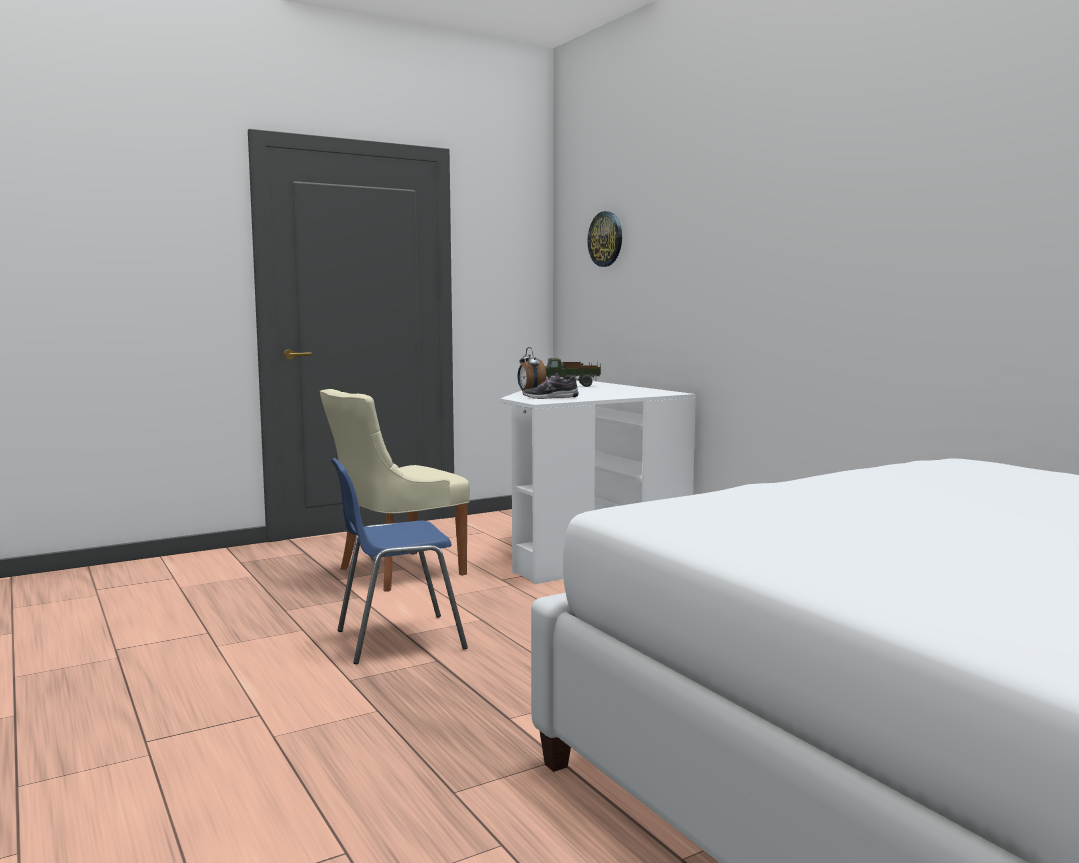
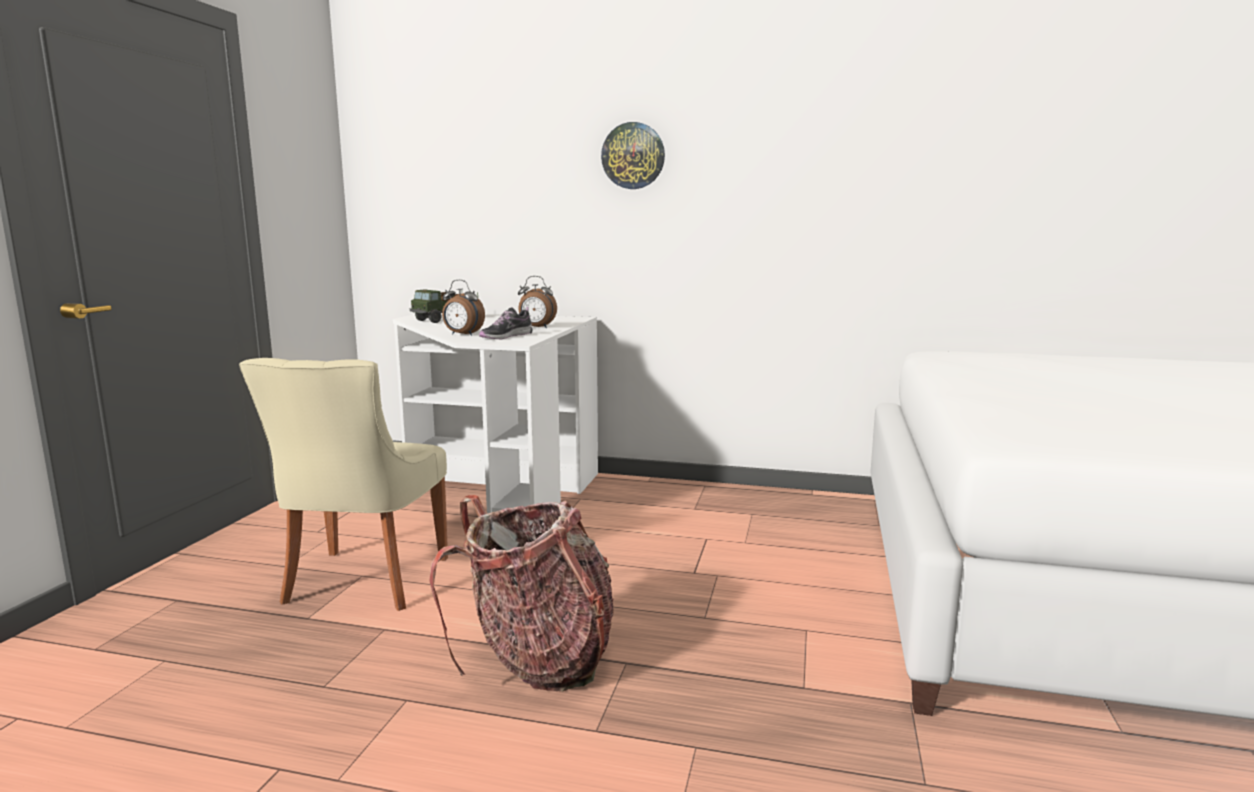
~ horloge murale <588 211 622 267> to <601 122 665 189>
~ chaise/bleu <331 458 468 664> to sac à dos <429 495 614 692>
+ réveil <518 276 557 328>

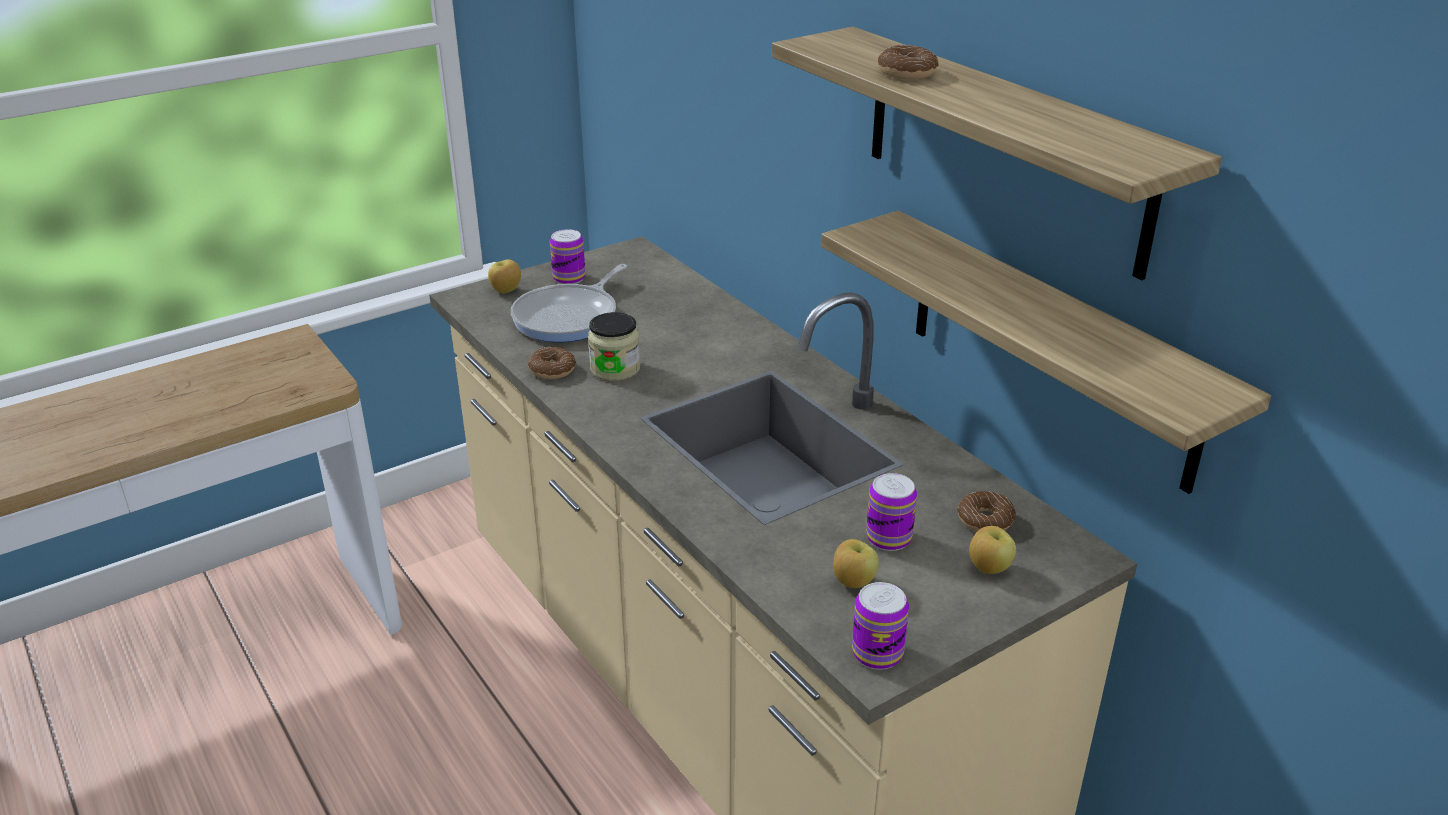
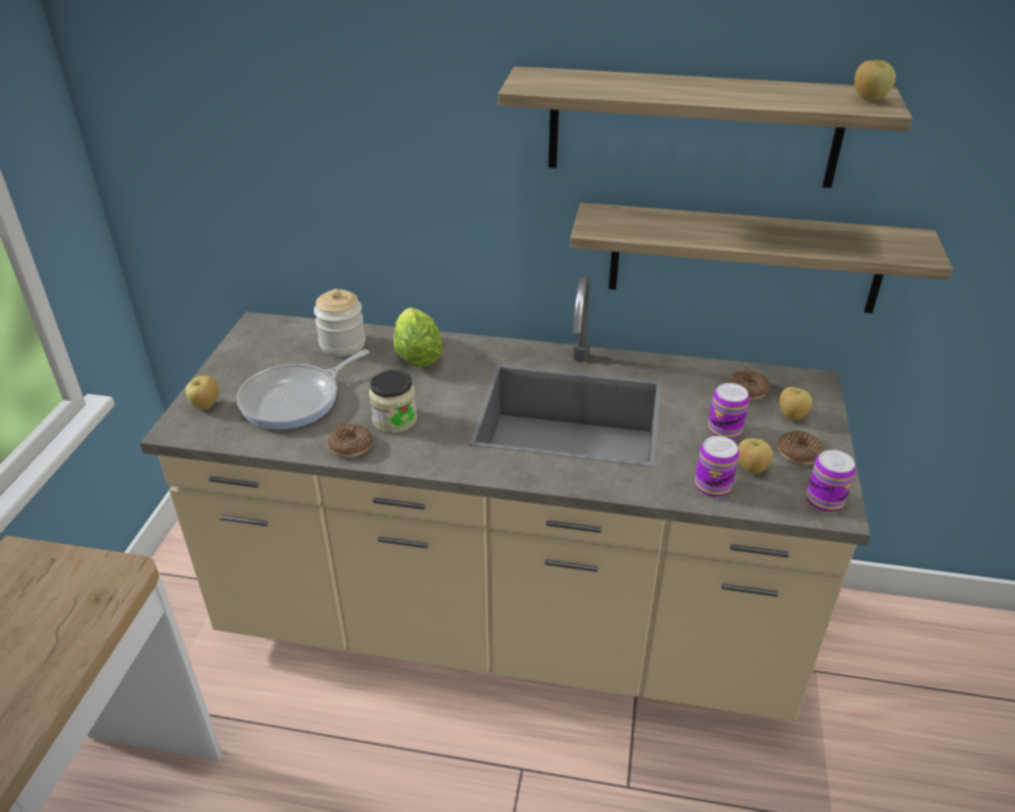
~ beignet <878 45 939 80> to <778 431 824 465>
~ boîte métallique <550 229 585 284> to <695 436 739 498>
~ poêle <511 264 627 342> = <237 349 369 429> 60 degrees clockwise
+ pomme <854 60 896 101>
+ bocal <314 289 366 356>
+ laitue <394 308 443 367>

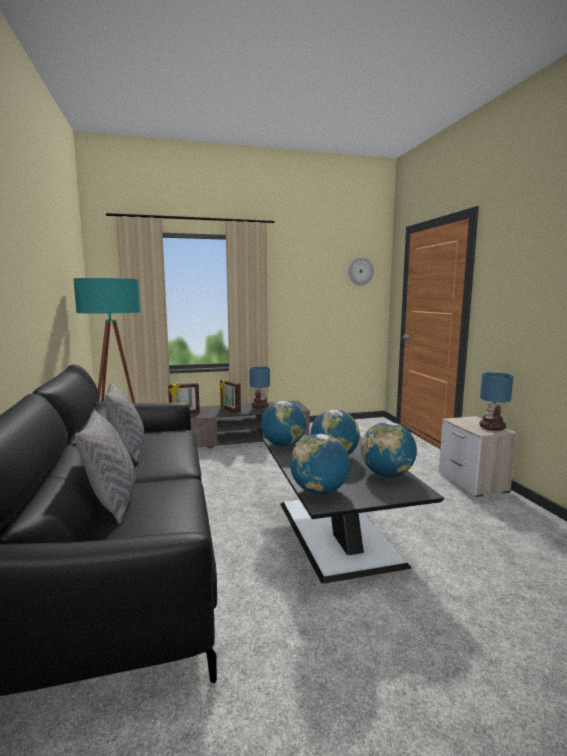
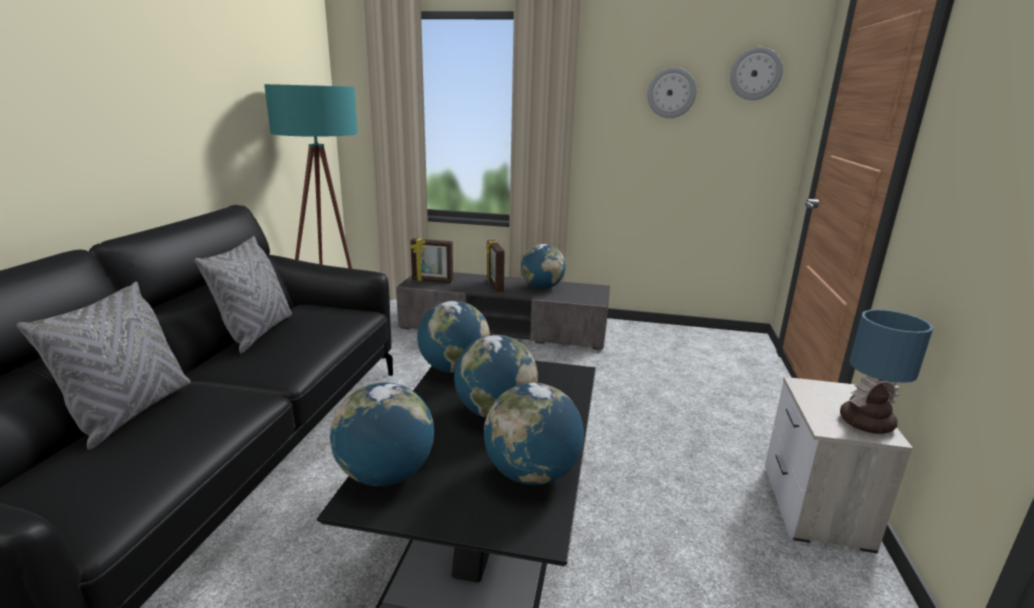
~ lampe de table <250 367 270 408> to globe <521 244 566 289>
+ horloge murale <647 67 697 118>

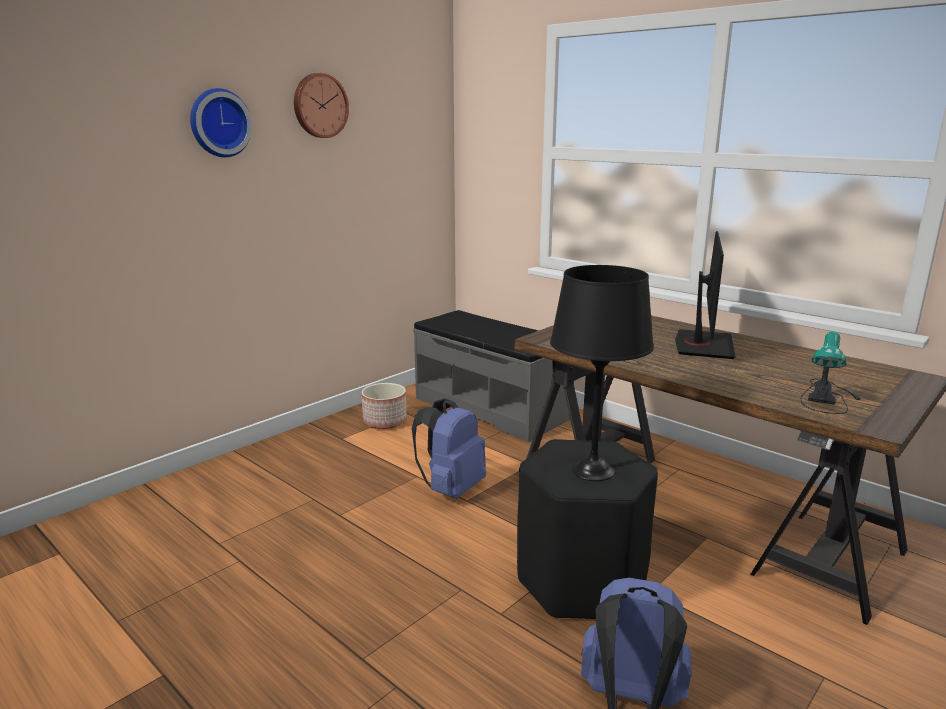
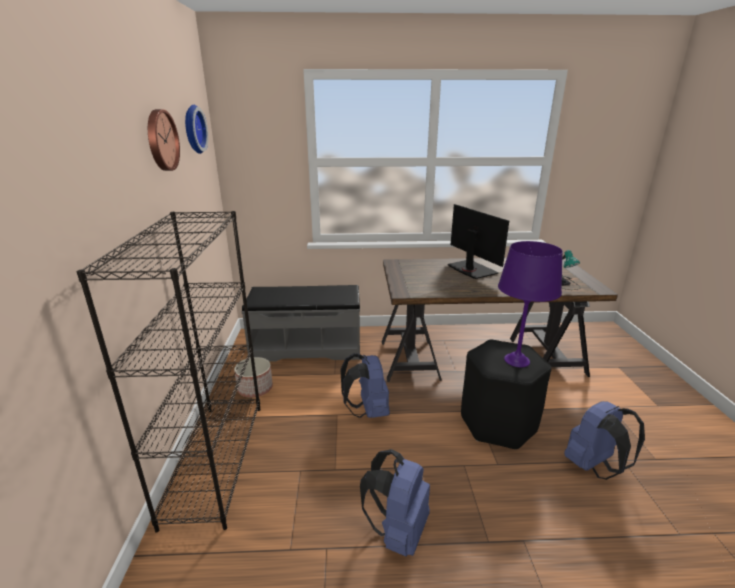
~ horloge murale <190 88 252 157> to <185 105 208 154>
~ lampe de table/noir <550 265 654 481> to lampe de table/violet <498 241 563 367>
+ bibliothèque/noir <76 211 261 533>
+ sac à dos/bleu <360 449 430 557>

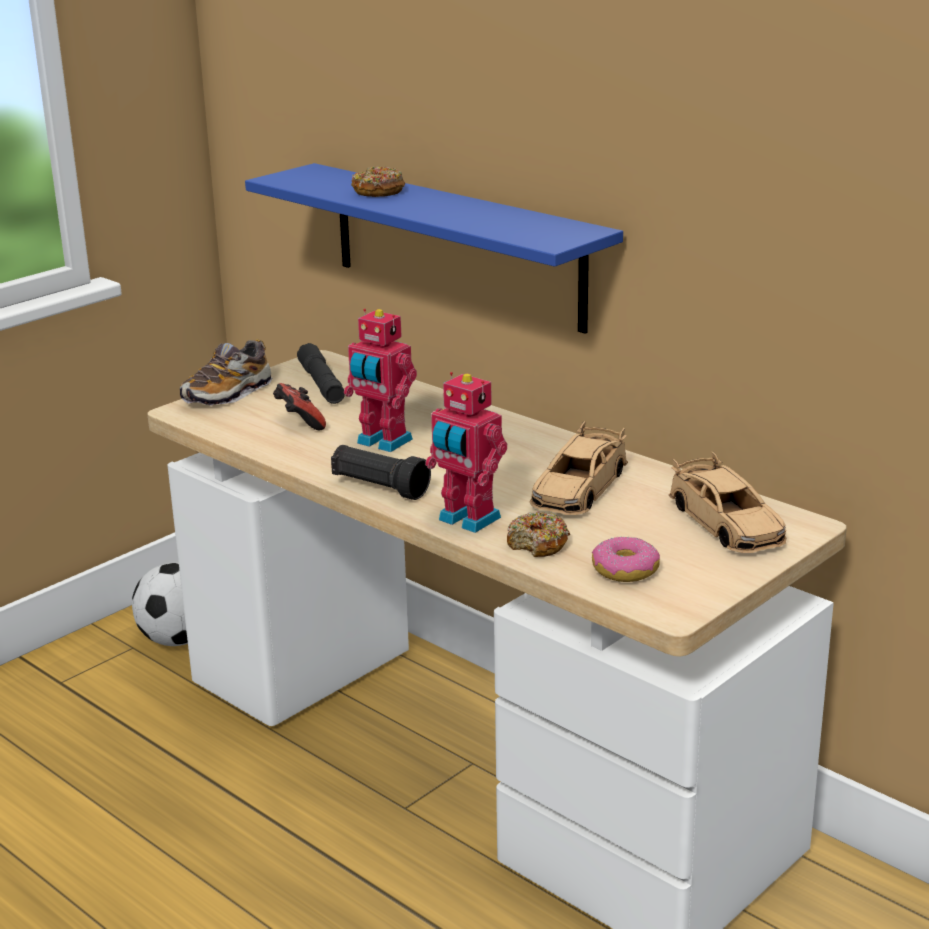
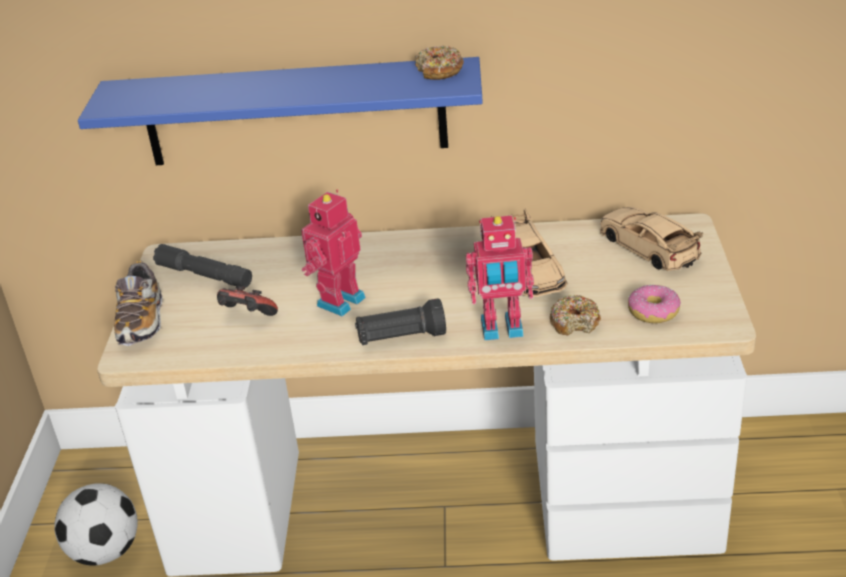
~ beignet <351 166 405 197> to <415 45 464 80>
~ robot jouet <344 309 417 452> = <301 189 366 316> 135 degrees clockwise
~ petite voiture/beige <669 452 787 553> = <600 207 703 271> 150 degrees counterclockwise

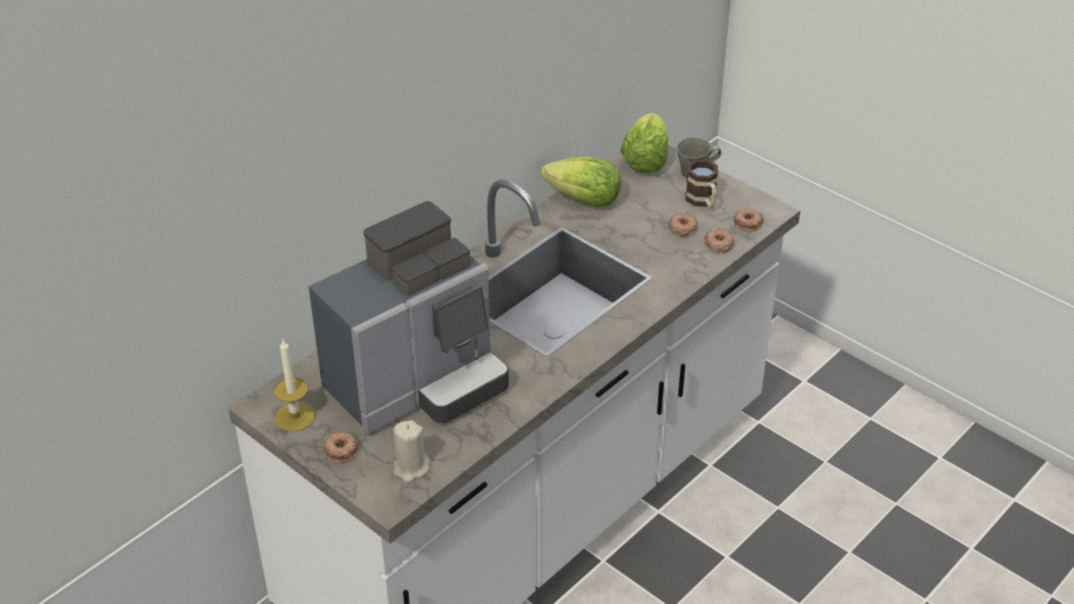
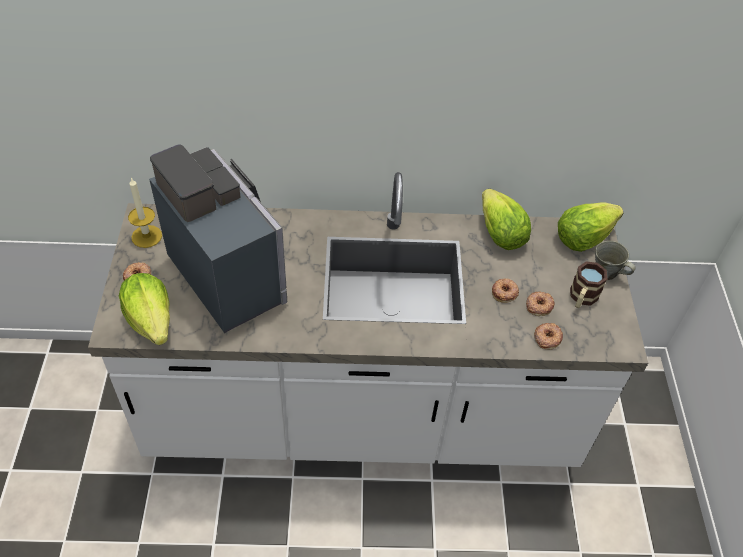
~ machine à café <309 201 509 434> = <149 144 287 333> 135 degrees counterclockwise
~ beignet <734 209 763 232> to <492 278 519 303>
~ bougie/beige <393 420 430 483> to laitue <119 273 170 345>

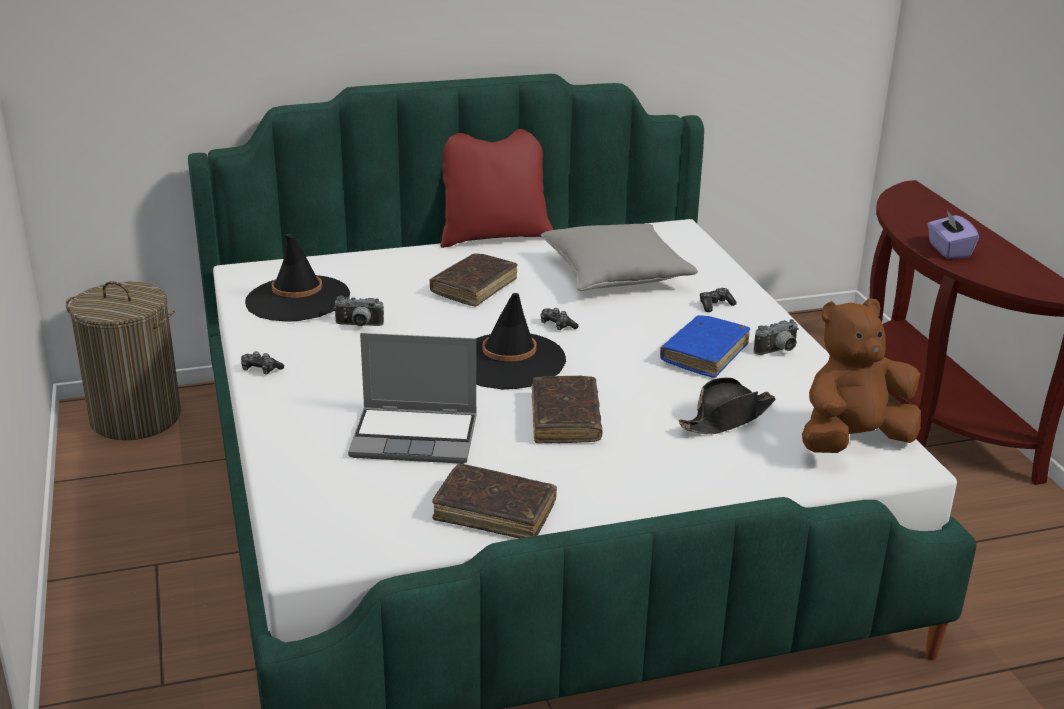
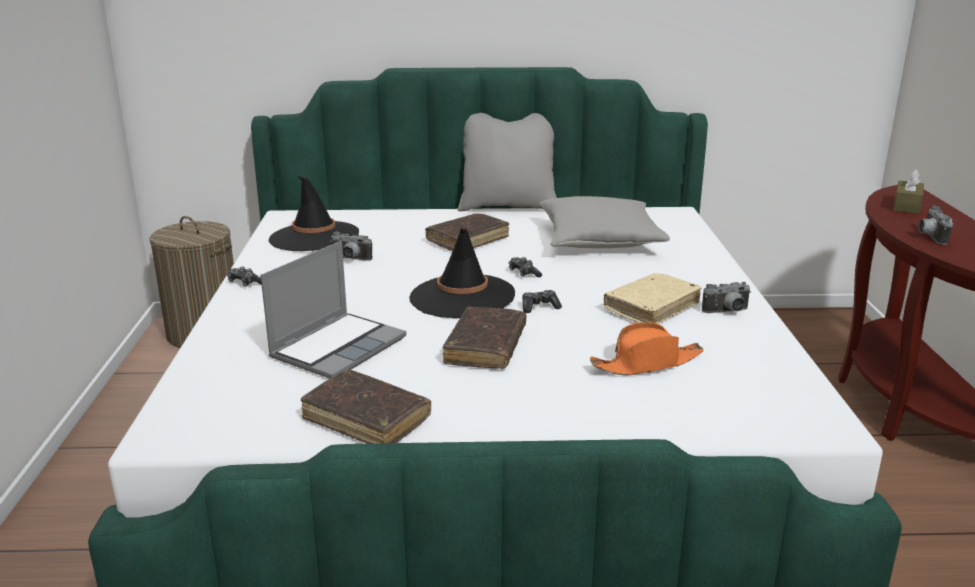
~ coussin/rouge <440 129 553 248> to coussin/gris <458 113 557 211>
~ boîte à mouchoirs/violet <927 210 979 259> to appareil photo <919 206 953 245>
~ manette <700 288 737 312> to <523 290 562 313>
- peluche/marron <802 298 921 453>
~ livre/bleu <660 315 750 378> to livre/beige <604 273 701 324>
~ ordinateur portable <348 333 477 464> = <261 241 406 379> 75 degrees counterclockwise
~ chapeau/noir <678 377 776 434> to chapeau/orange <590 322 704 375>
+ boîte à mouchoirs/marron <893 169 924 214>

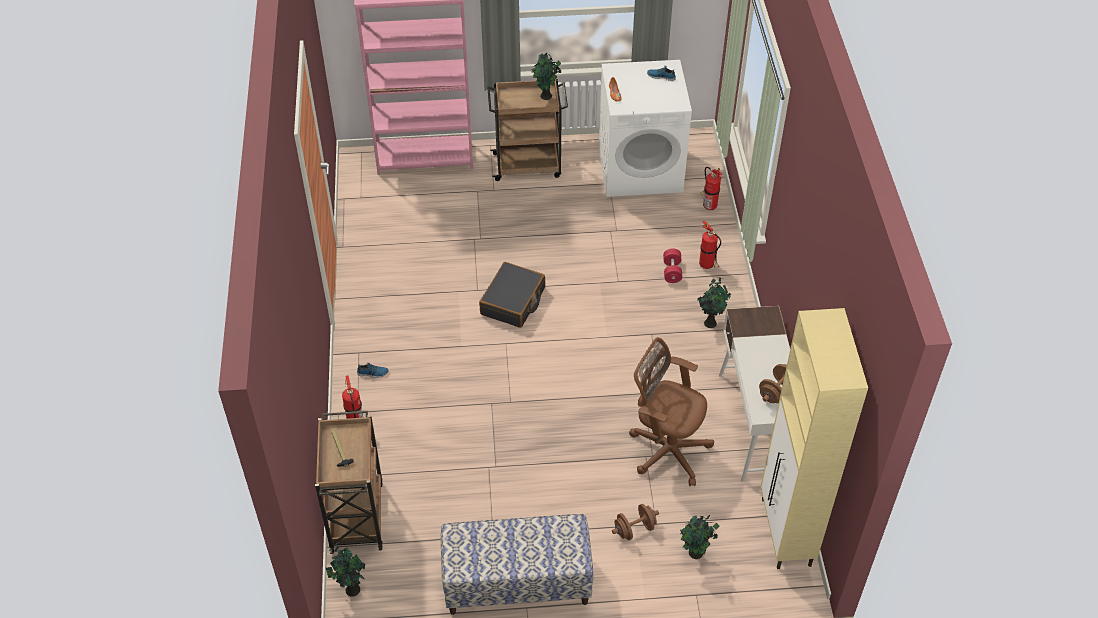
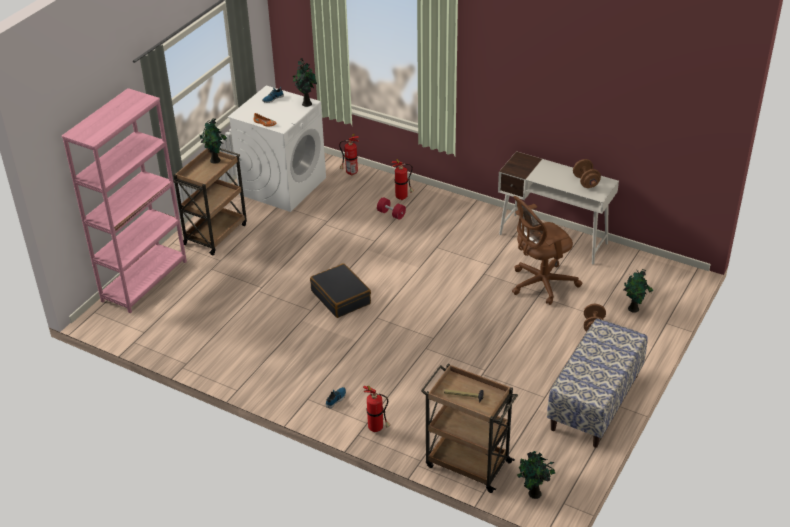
~ plante en pot <697 278 731 328> to <292 59 317 107>
- meuble de rangement/beige <761 308 868 569>

